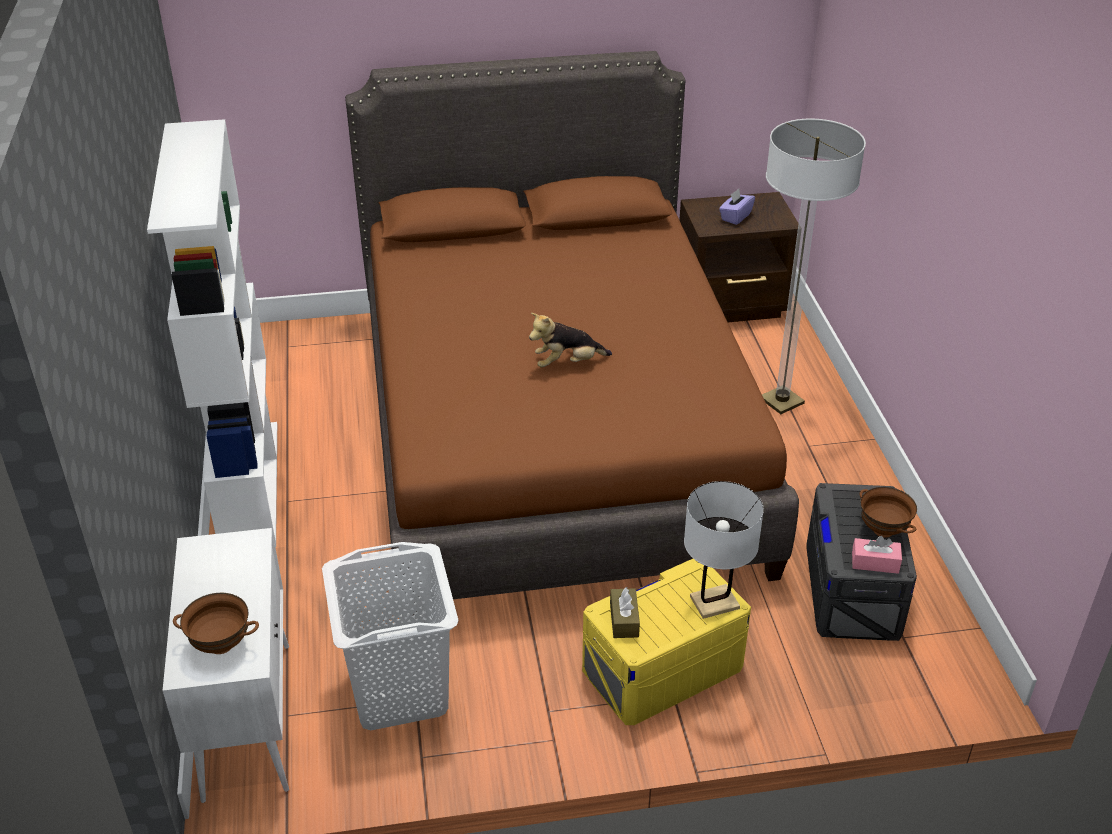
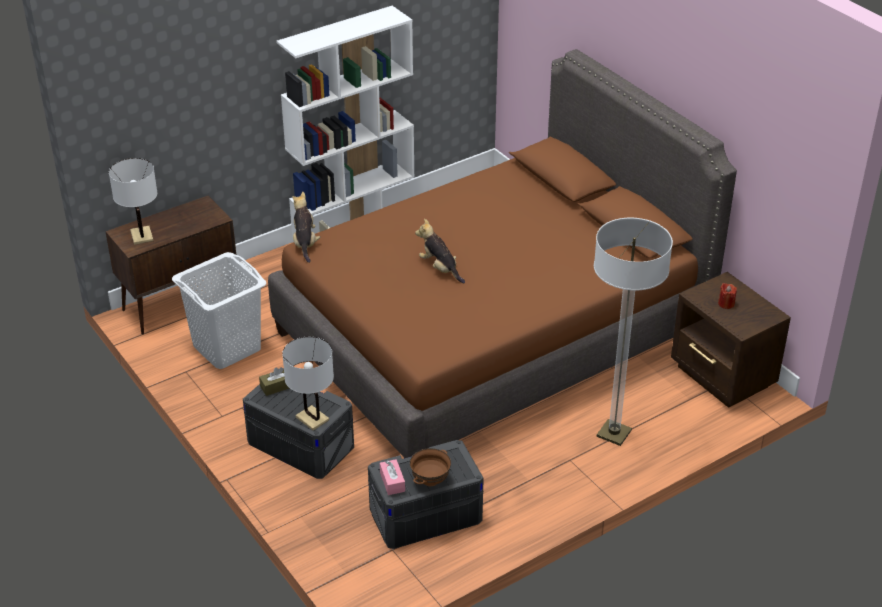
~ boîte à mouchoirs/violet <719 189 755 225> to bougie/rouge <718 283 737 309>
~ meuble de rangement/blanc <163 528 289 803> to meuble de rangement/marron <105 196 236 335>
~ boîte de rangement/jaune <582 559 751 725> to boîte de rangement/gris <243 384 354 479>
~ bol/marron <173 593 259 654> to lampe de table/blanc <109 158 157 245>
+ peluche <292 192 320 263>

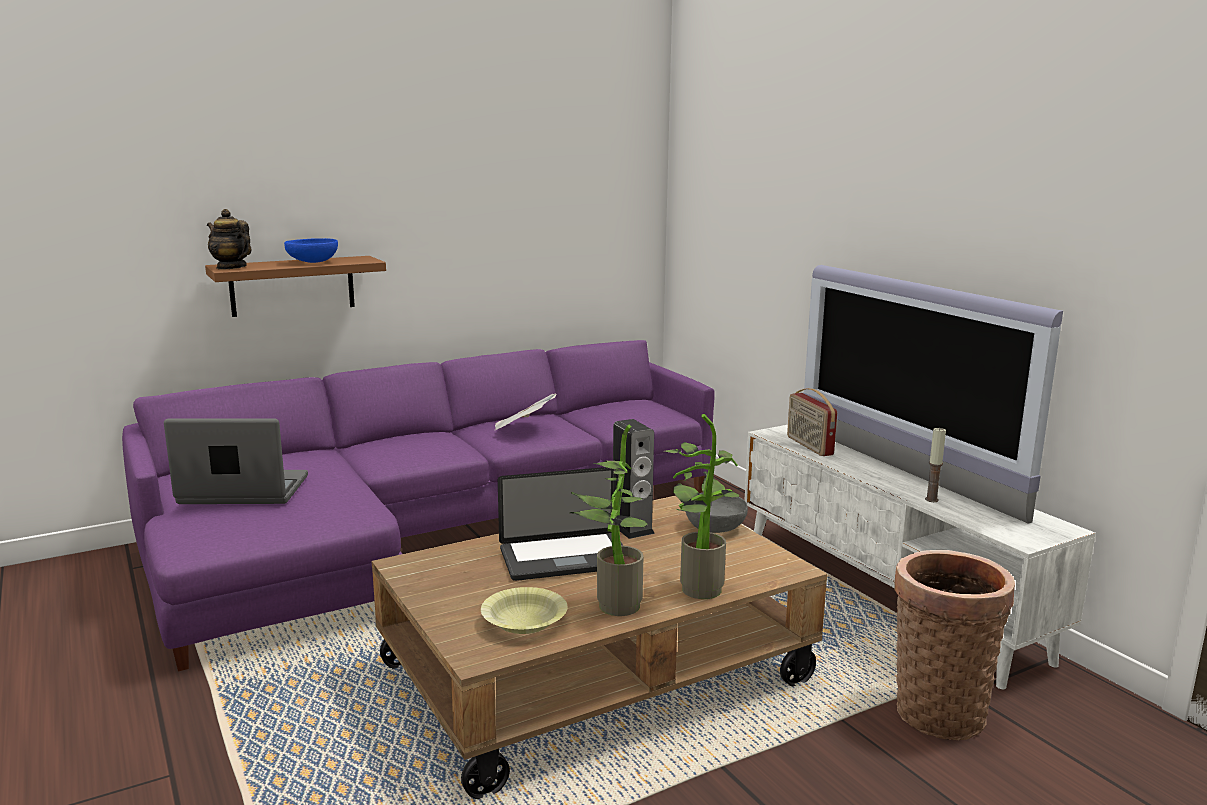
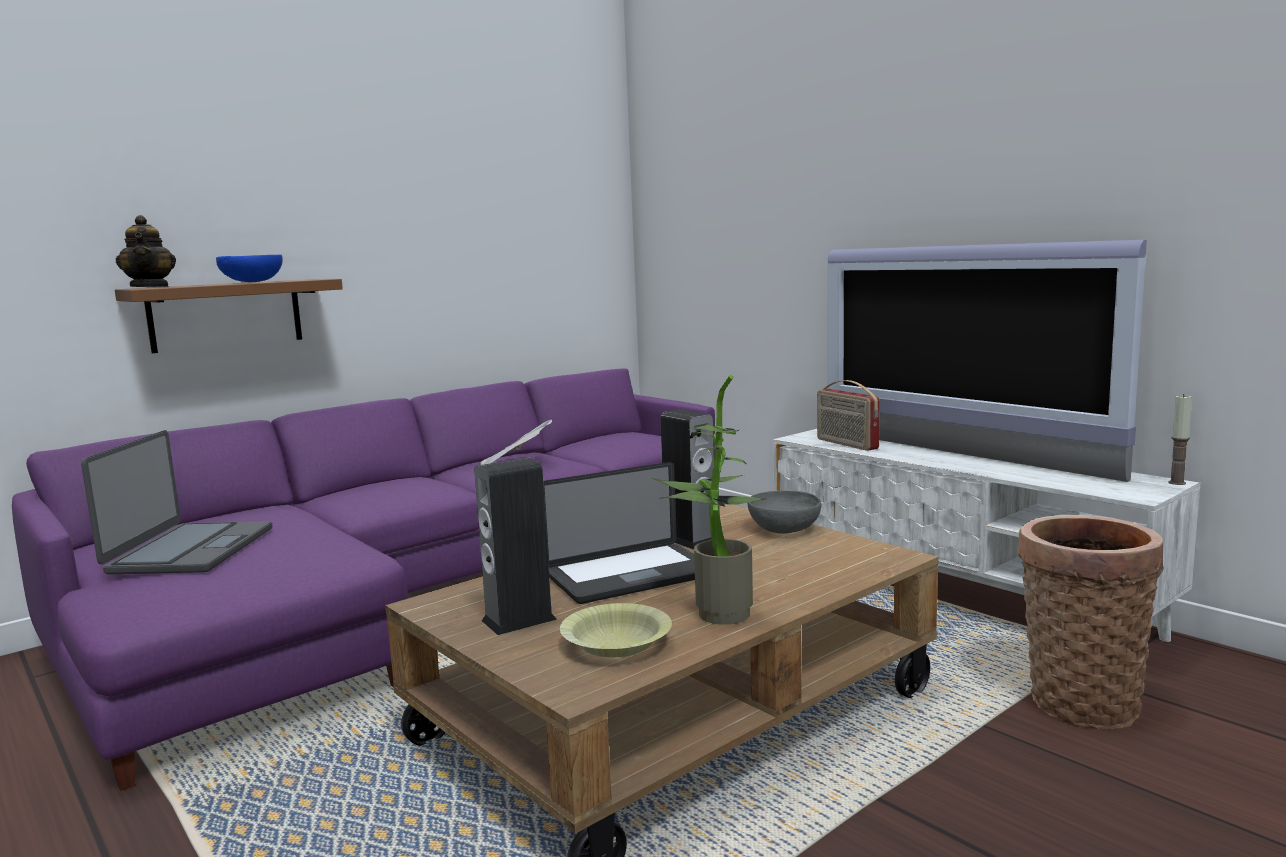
~ théière <207 209 251 269> = <116 215 176 287> 135 degrees counterclockwise
- plante en pot <665 414 740 599>
~ ordinateur portable <164 418 308 504> = <81 430 272 574> 105 degrees clockwise
~ bougie <925 427 946 502> to <1168 394 1192 485>
+ enceinte <475 457 557 635>

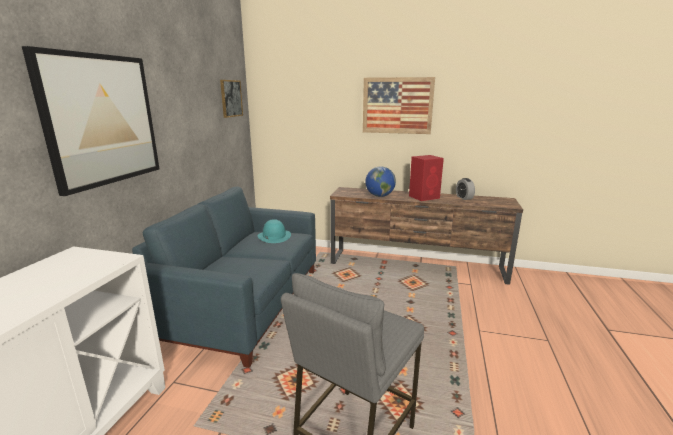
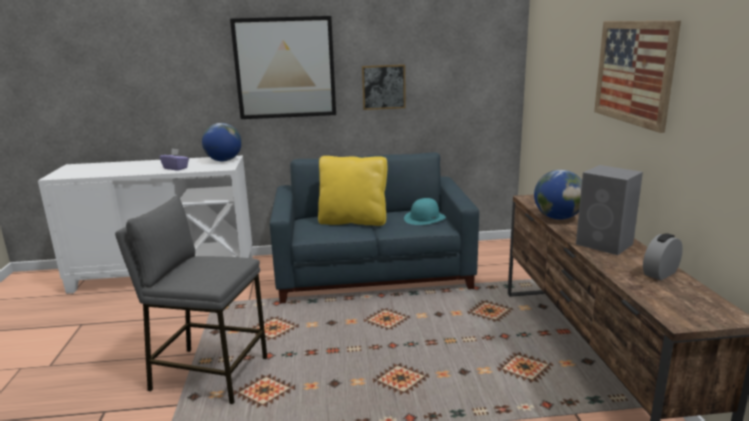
~ tableau <220 80 243 118> to <362 64 406 110>
~ enceinte/rouge <409 155 444 201> to enceinte/gris <576 165 643 255>
+ globe <202 123 242 161>
+ boîte à mouchoirs/violet <160 148 189 171>
+ coussin/jaune <318 156 387 226>

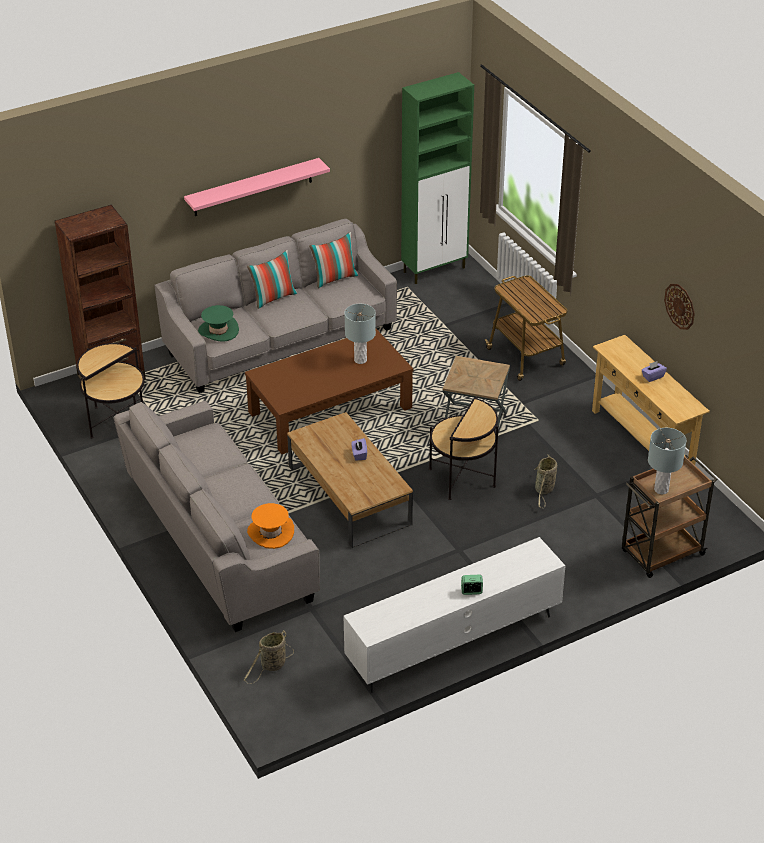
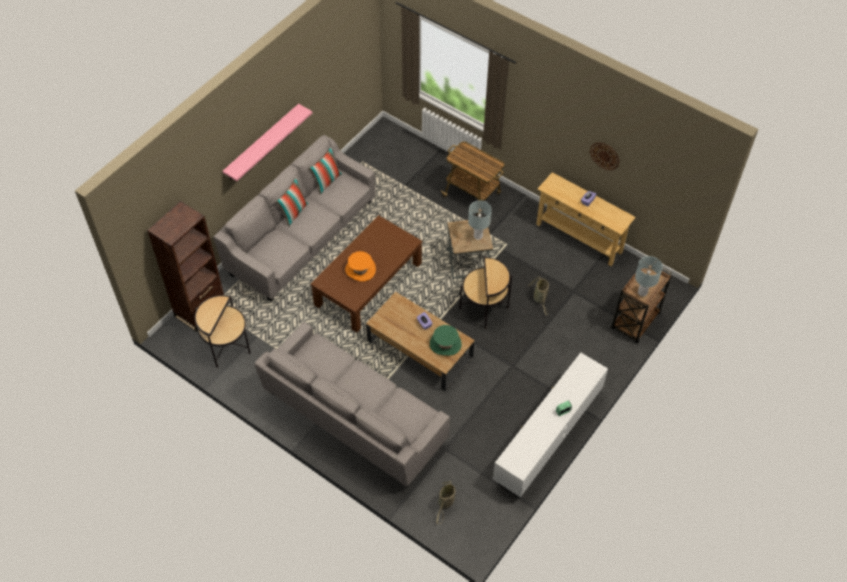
- meuble de rangement/vert <401 72 474 284>
~ lampe de table/gris <344 304 376 364> to <468 200 492 240>
~ chapeau/vert <198 305 239 342> to <430 325 461 356>
~ chapeau/orange <247 503 294 549> to <345 251 376 282>

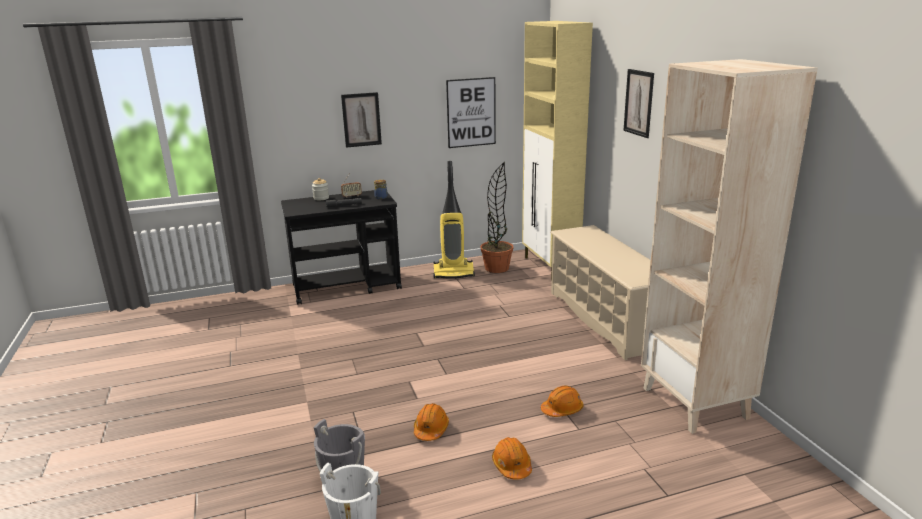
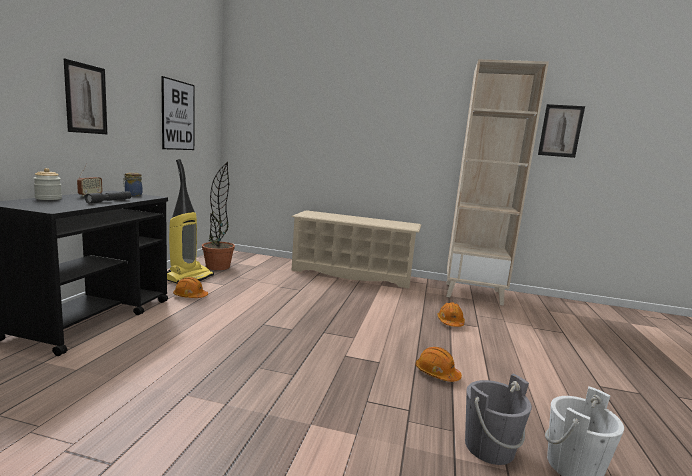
- meuble de rangement/beige <522 21 593 281>
~ tableau <623 69 654 138> to <538 104 585 158>
~ casque de chantier/orange <492 437 532 480> to <173 277 208 298>

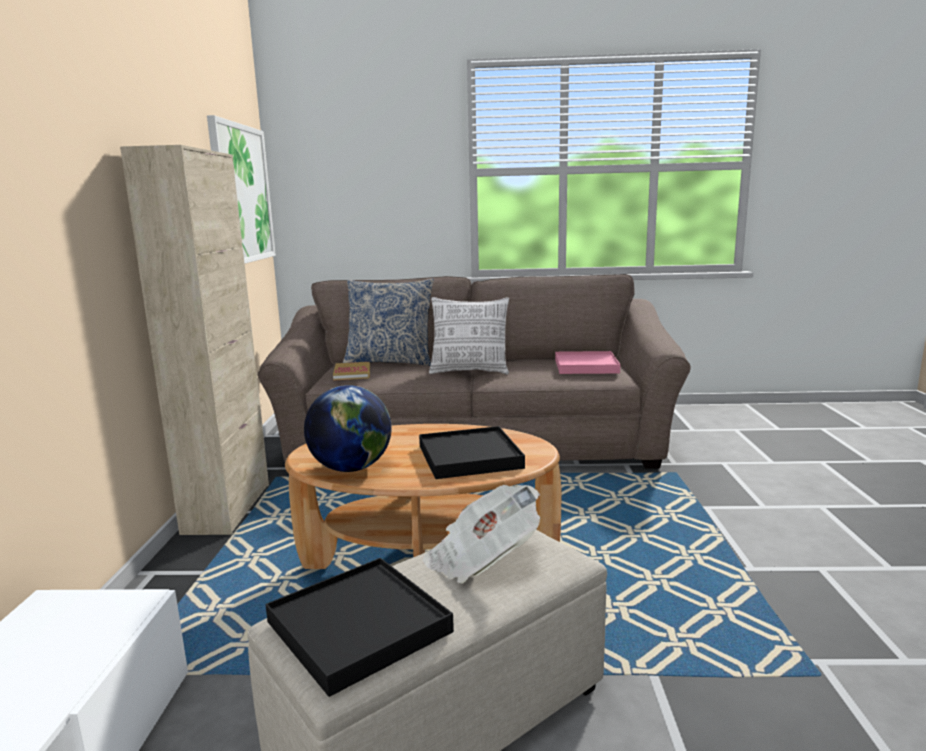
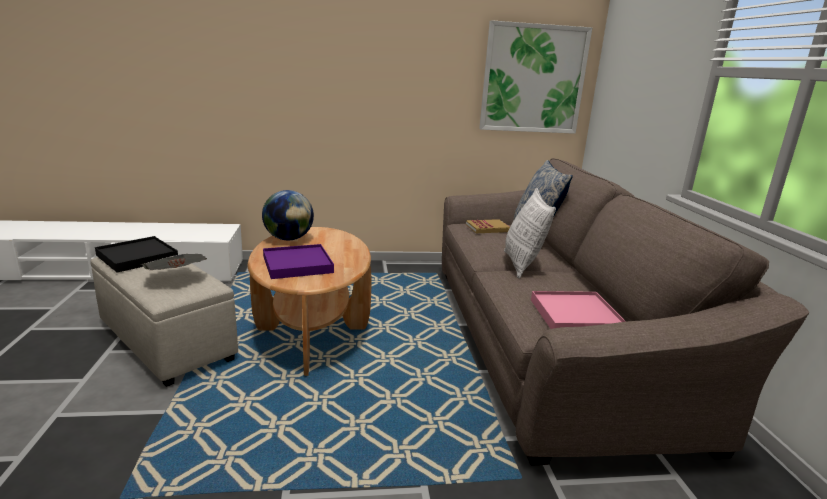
- meuble de rangement/beige <120 145 269 535>
~ plateau/noir <419 426 525 479> to plateau/violet <263 244 334 279>

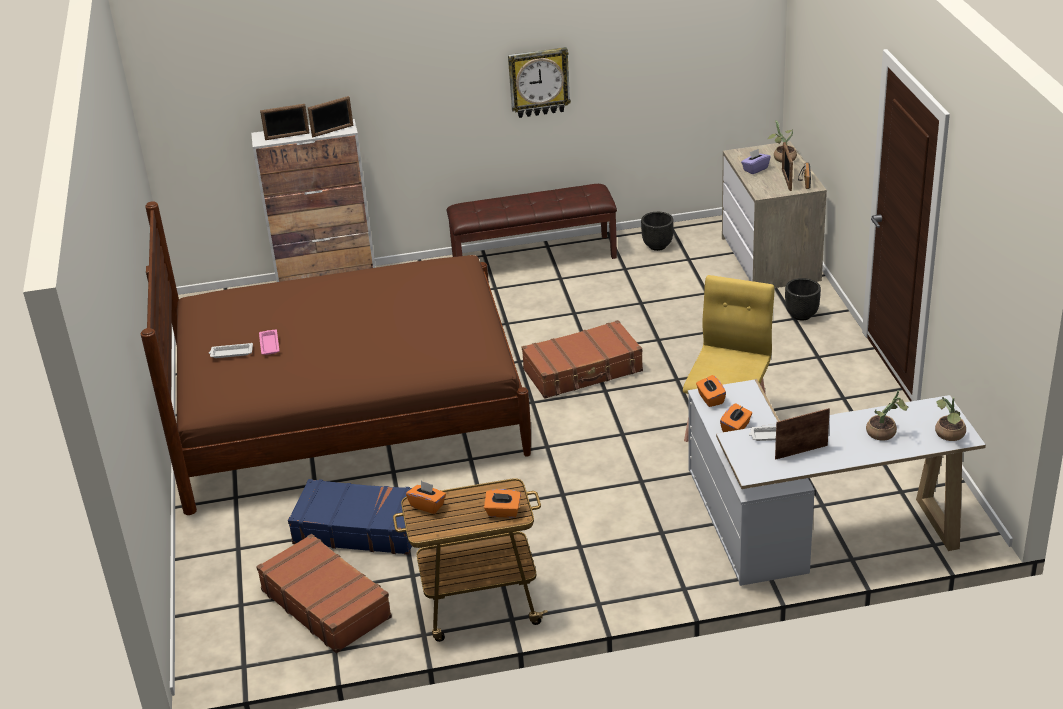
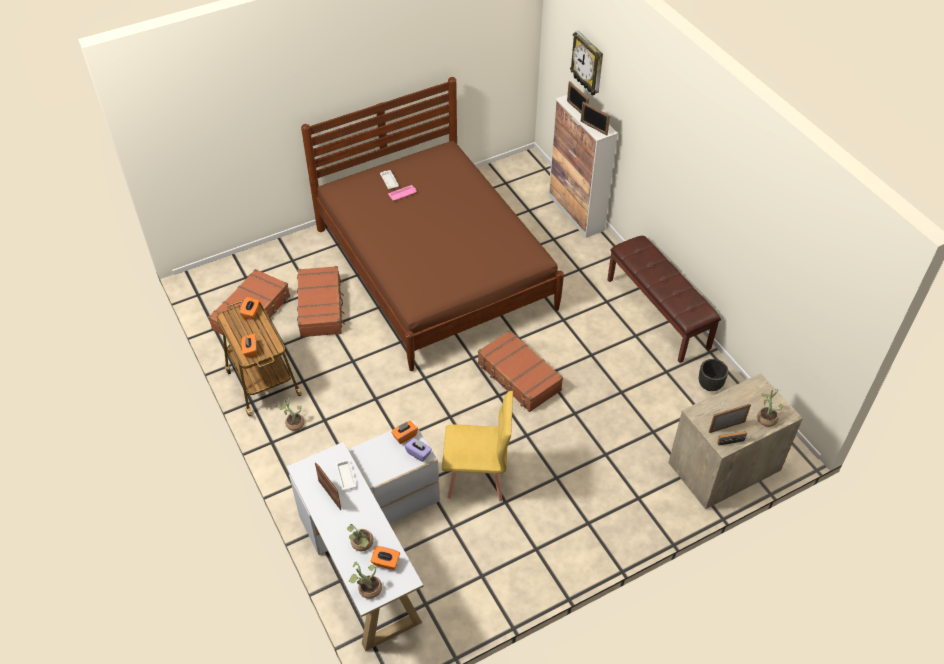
~ horloge murale <508 47 571 118> to <570 31 603 96>
~ boîte à mouchoirs/violet <741 149 770 174> to <405 438 432 462>
- cache-pot/noir <785 278 821 321>
~ boîte à mouchoirs/orange <720 403 752 432> to <371 546 400 570>
~ valise/bleu <288 479 412 555> to valise/marron <297 266 345 337>
+ plante en pot <279 397 305 431>

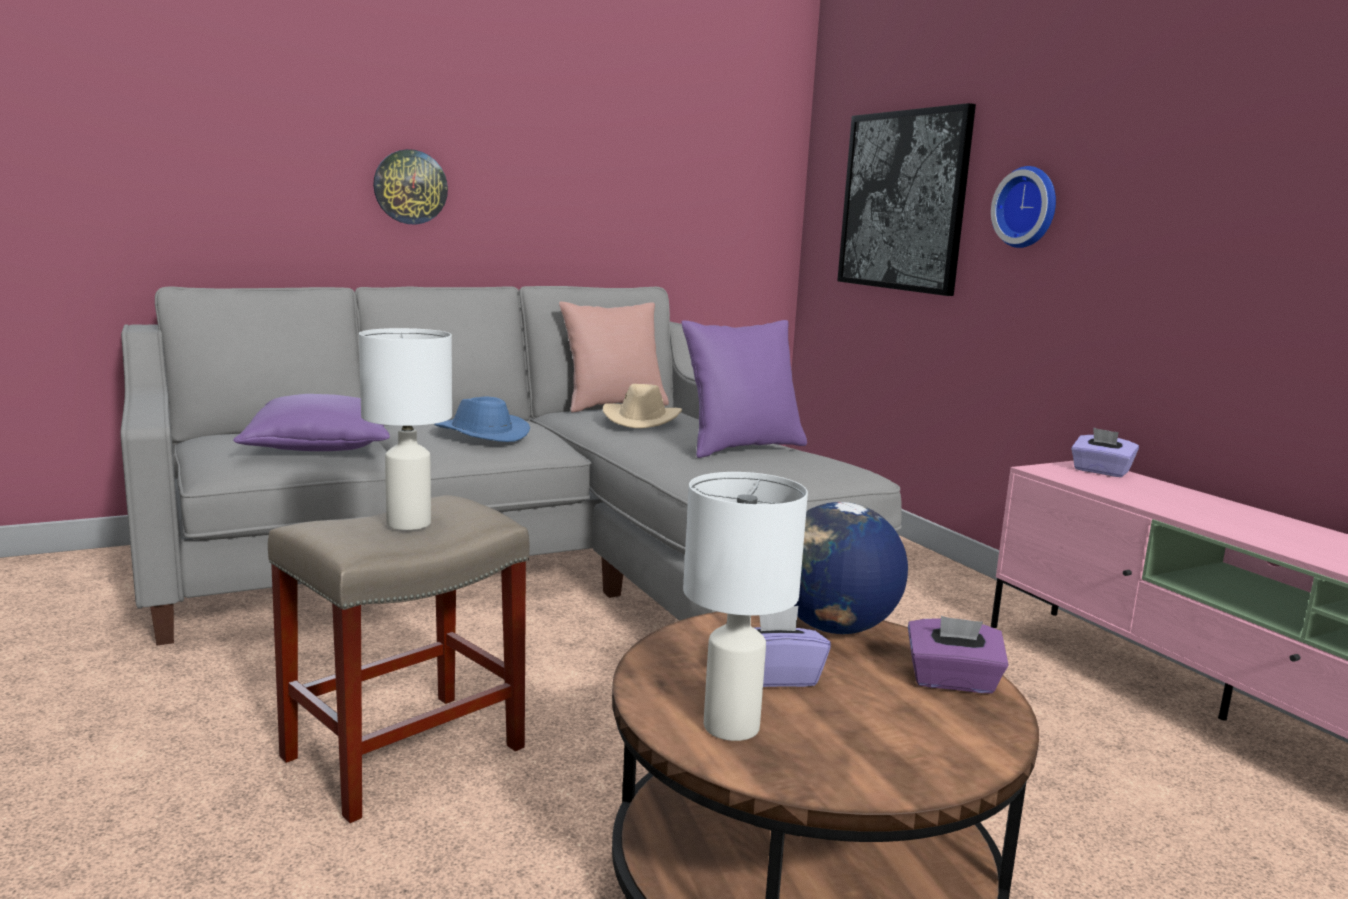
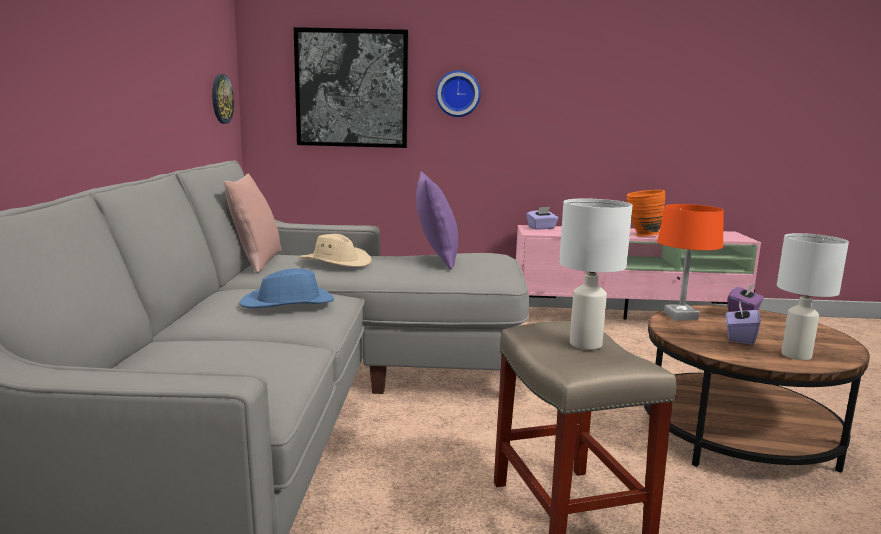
~ horloge murale <373 149 448 225> to <212 74 234 124>
- coussin/violet <233 394 390 451>
~ globe <794 502 908 634> to lampe de table/orange <657 204 724 320>
+ vase/orange <627 190 665 236>

